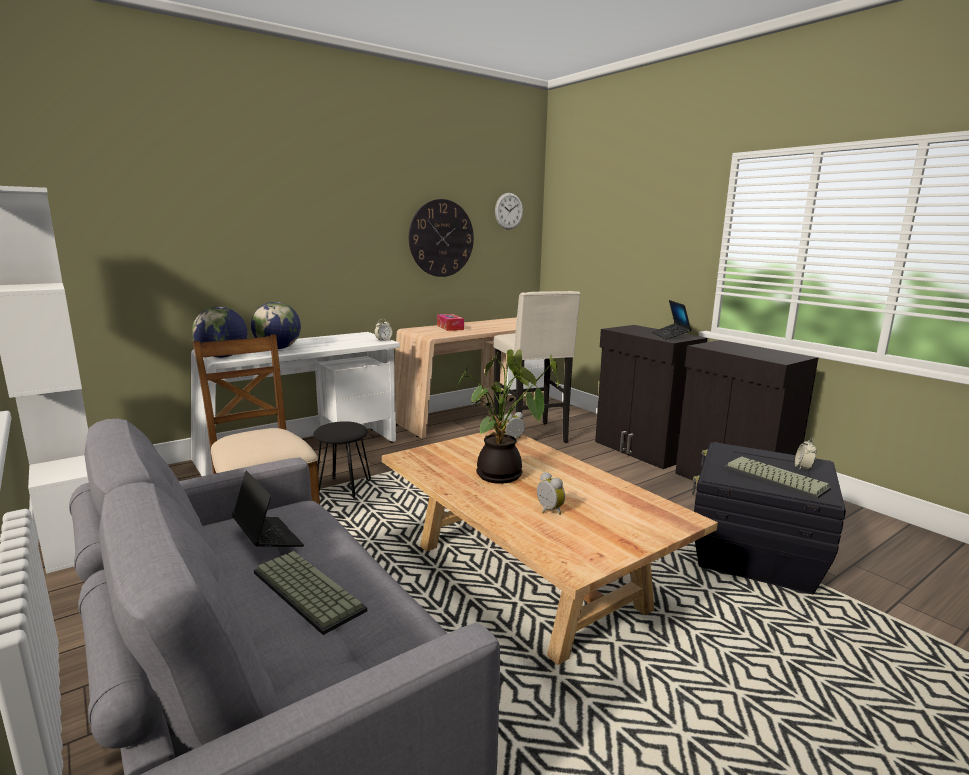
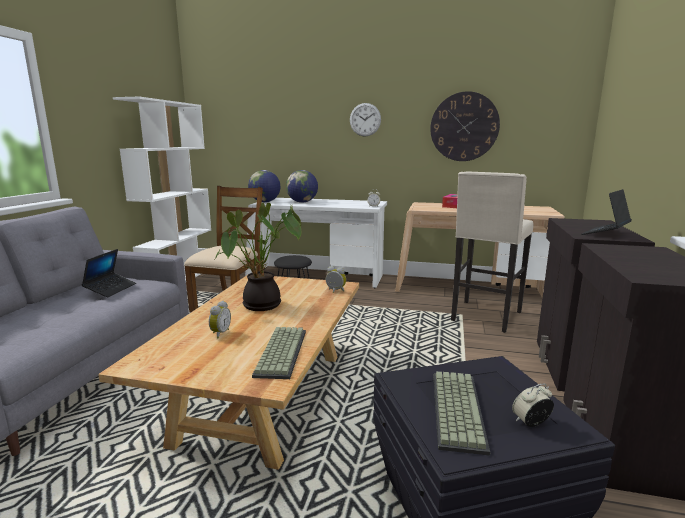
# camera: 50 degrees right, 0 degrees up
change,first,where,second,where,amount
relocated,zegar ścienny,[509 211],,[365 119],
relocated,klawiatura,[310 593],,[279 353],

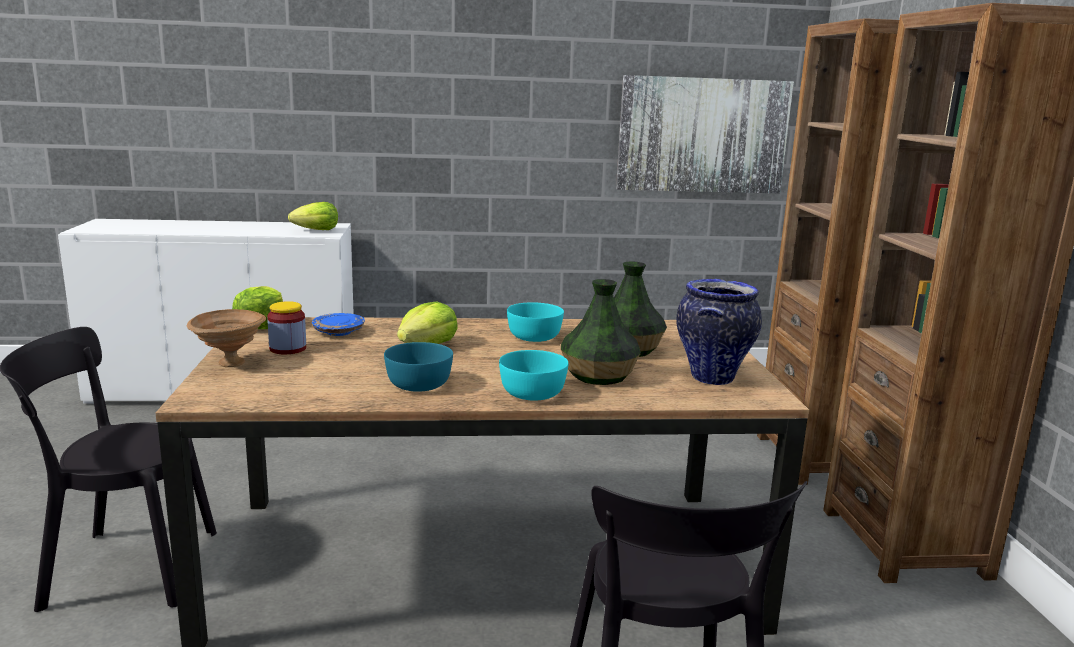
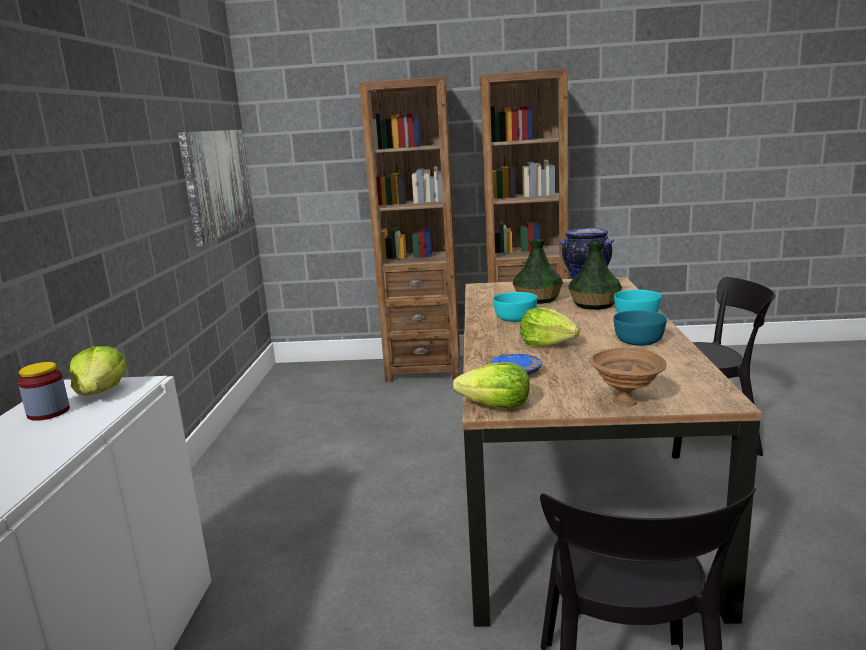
# camera: 80 degrees left, 0 degrees up
change,first,where,second,where,amount
relocated,słoik,[286 327],,[44 391],

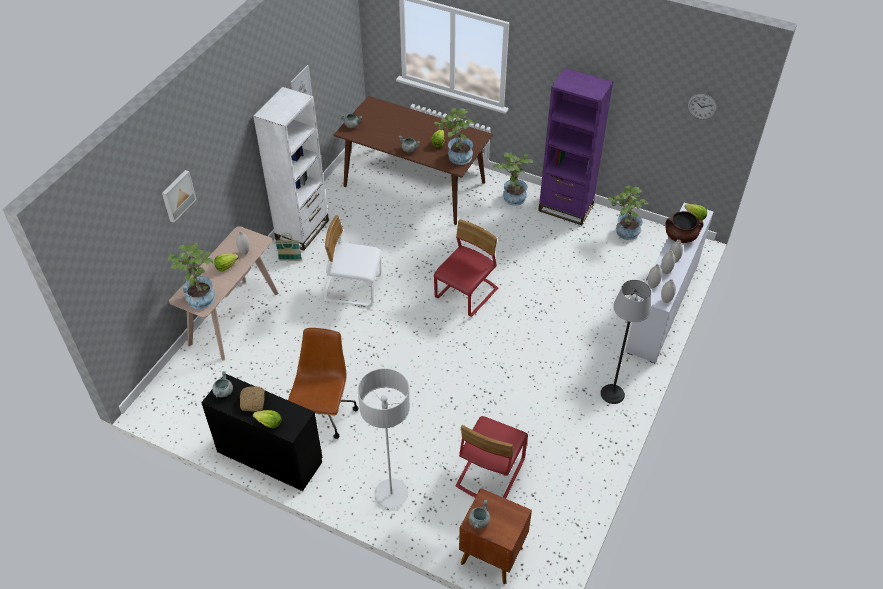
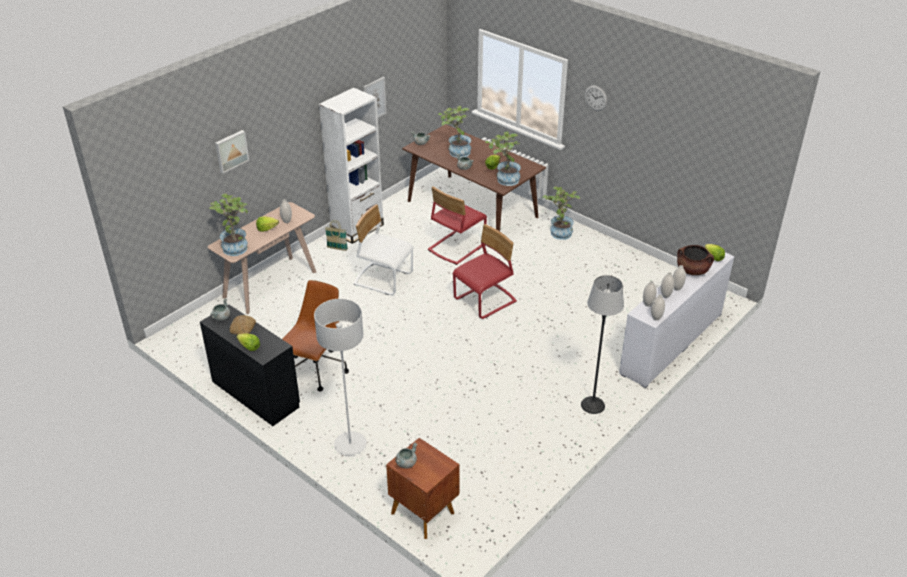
# camera: 15 degrees right, 10 degrees down
change,first,where,second,where,amount
missing,regał/fioletowy,[575 146],,,
relocated,zegar ścienny,[702 107],,[596 98],
relocated,roślina doniczkowa,[628 212],,[454 132],
relocated,krzesło/czerwony,[492 457],,[457 225],

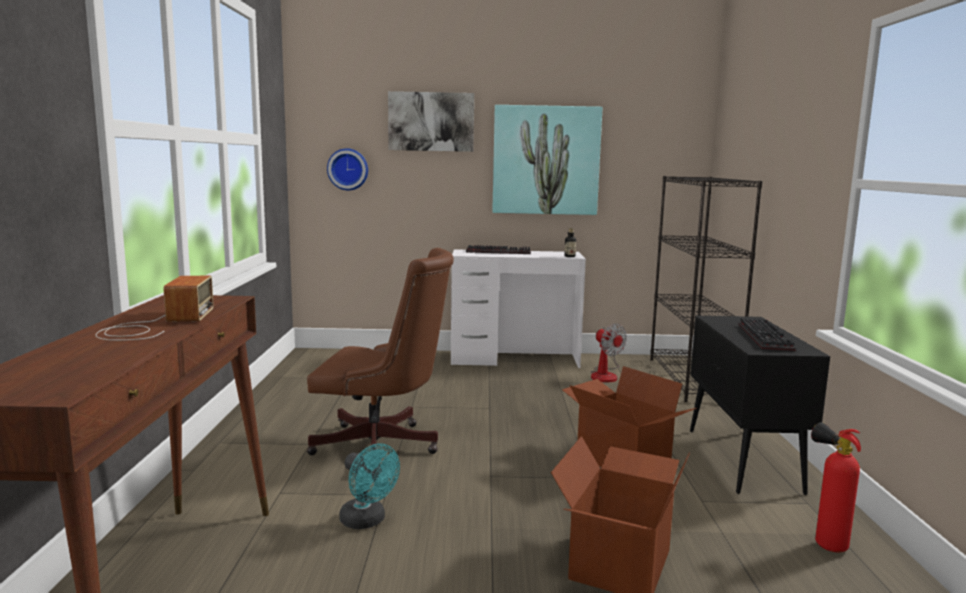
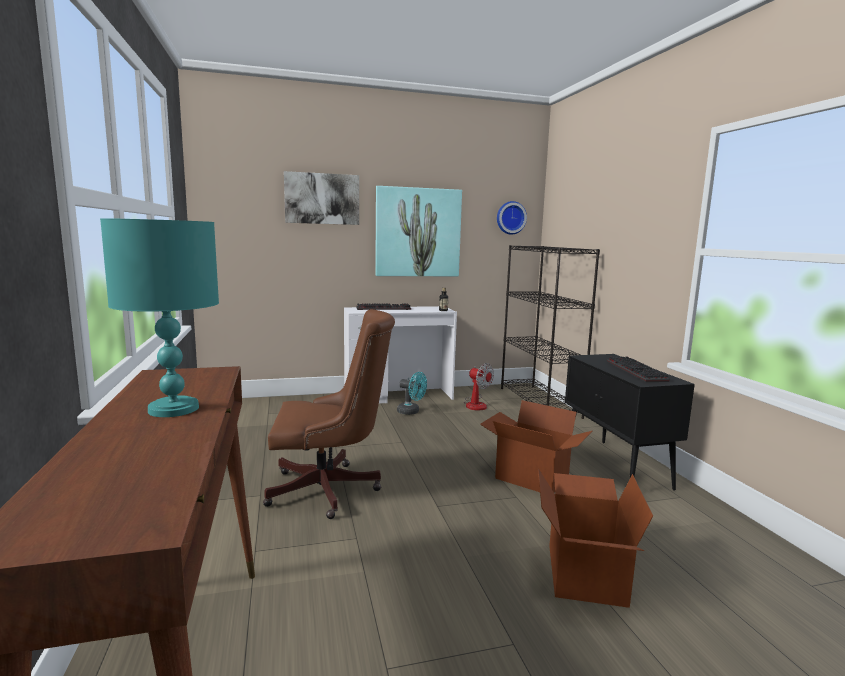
# camera: 15 degrees left, 0 degrees up
change,first,where,second,where,amount
relocated,zegar ścienny,[347 169],,[512 218],
exchanged,radio,[154 308],lampa stołowa/turkusowy,[159 317],
missing,gaśnica,[836 487],,,
relocated,wentylator/turkusowy,[369 486],,[412 393],

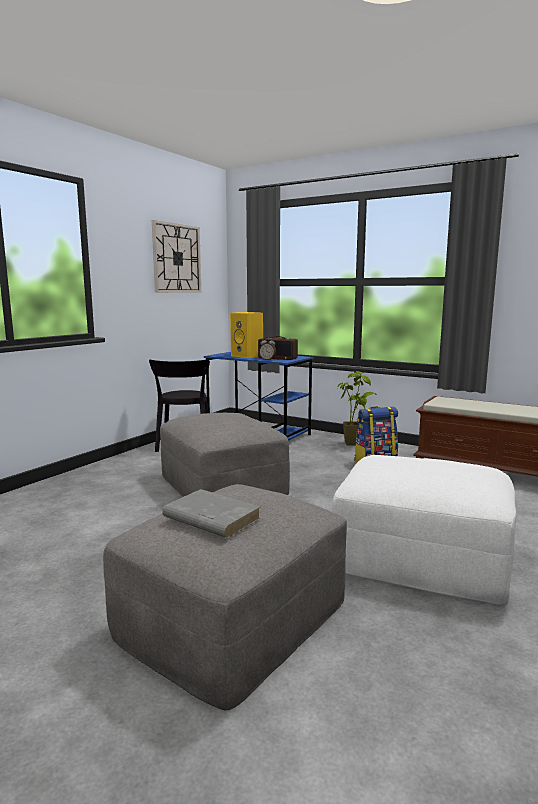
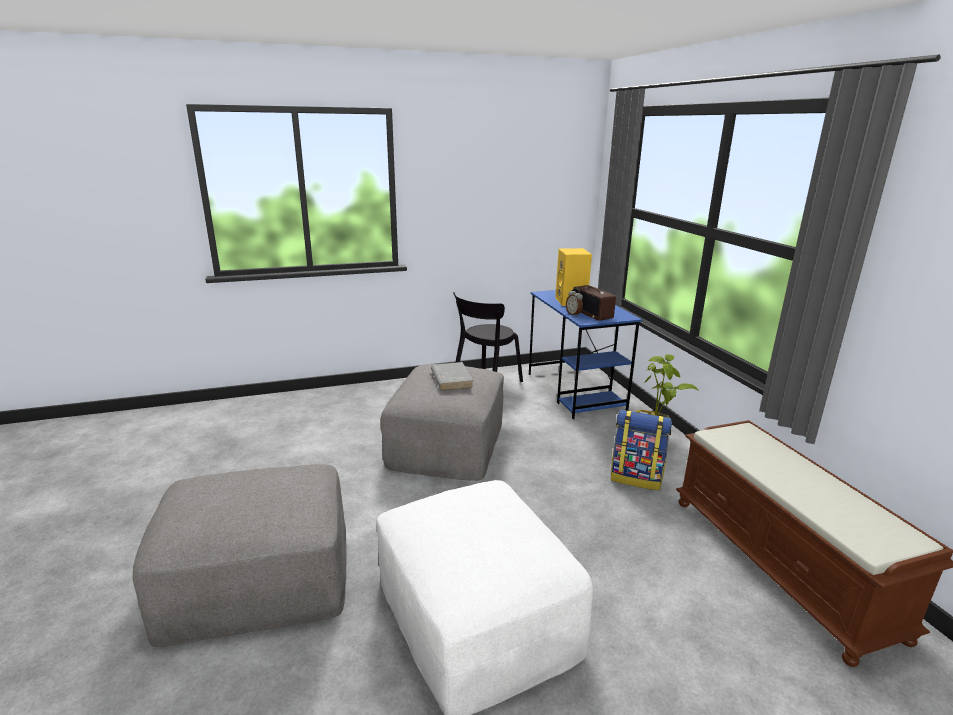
# camera: 40 degrees right, 10 degrees up
change,first,where,second,where,amount
missing,zegar ścienny,[176 256],,,
relocated,książka/szary,[211 513],,[452 376],

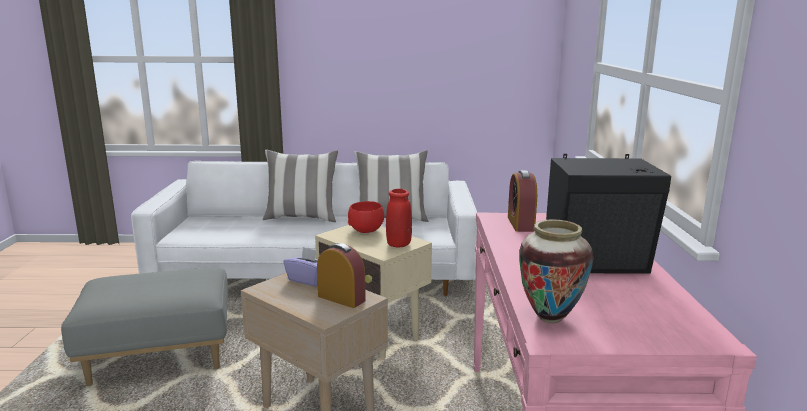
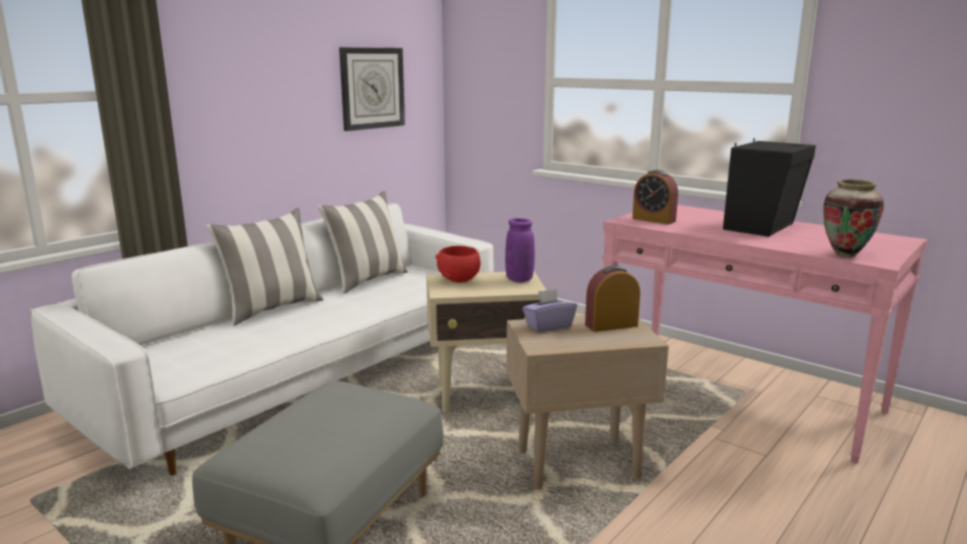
# camera: 50 degrees left, 0 degrees up
change,first,where,second,where,amount
colour,wazon/czerwony,[399 218],wazon/fioletowy,[520 250],
appeared,,,zegar ścienny,[372 89],

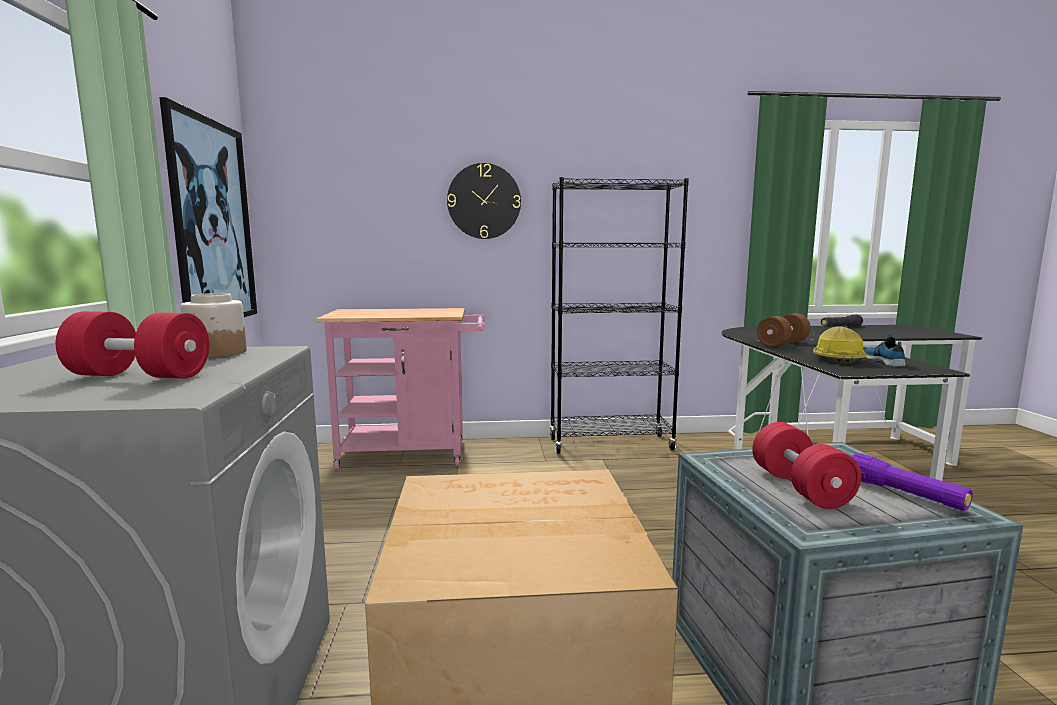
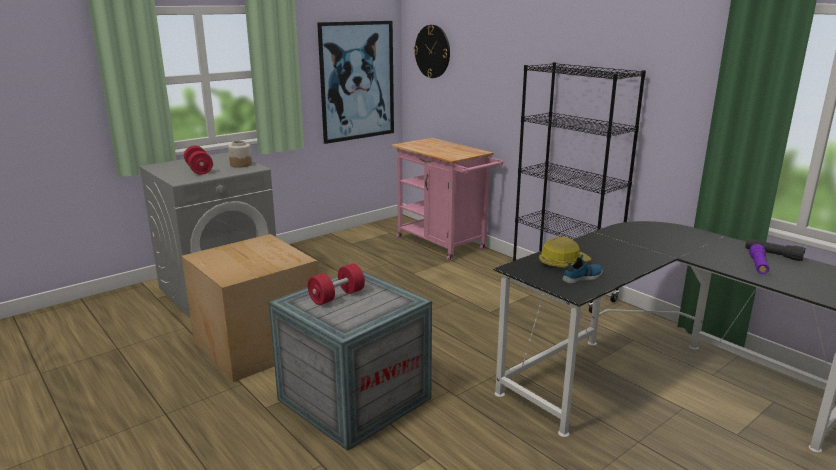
# camera: 55 degrees right, 10 degrees up
change,first,where,second,where,amount
relocated,zegar ścienny,[484 201],,[432 51],
missing,hantel/brązowy,[784 330],,,
relocated,latarka/fioletowy,[912 481],,[759 259],

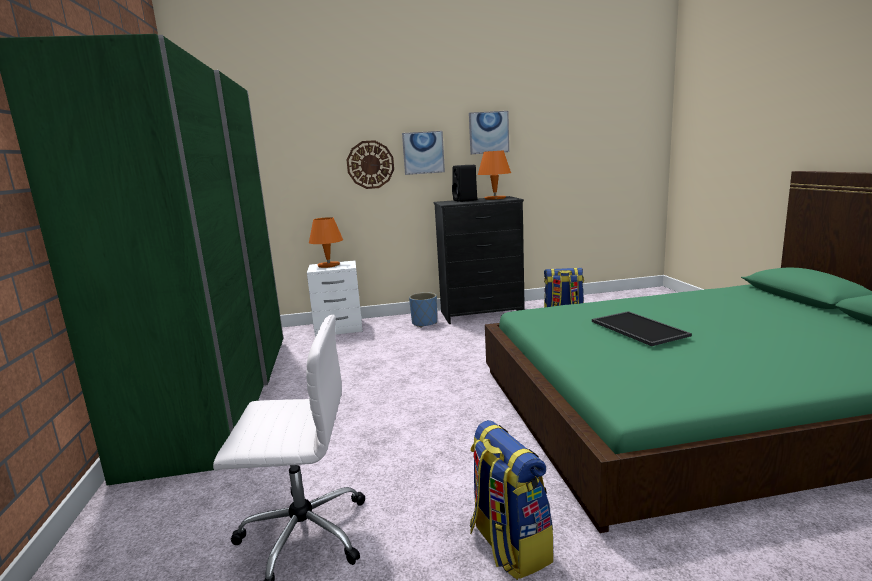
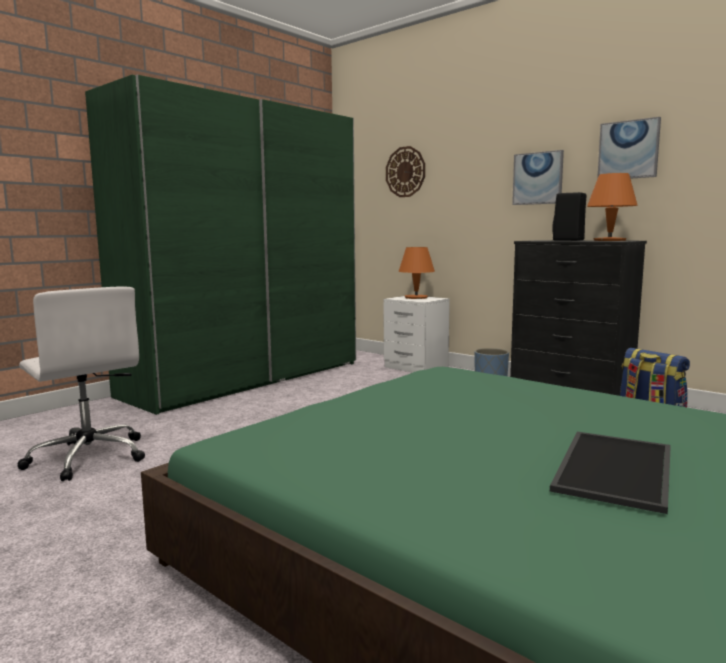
# camera: 50 degrees right, 5 degrees down
change,first,where,second,where,amount
relocated,zegar ścienny,[370 164],,[405 171],
relocated,taca,[642 328],,[610 473],
missing,plecak,[511 500],,,

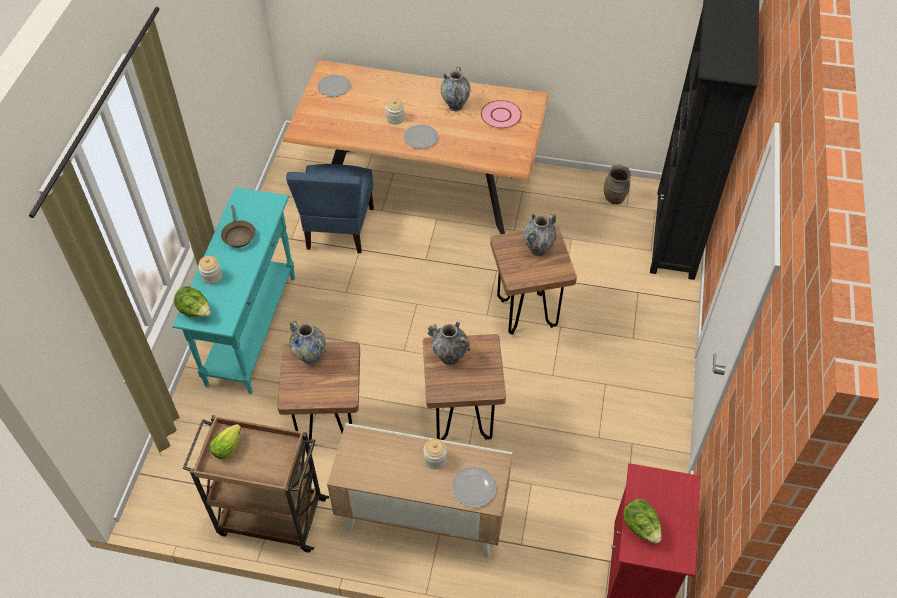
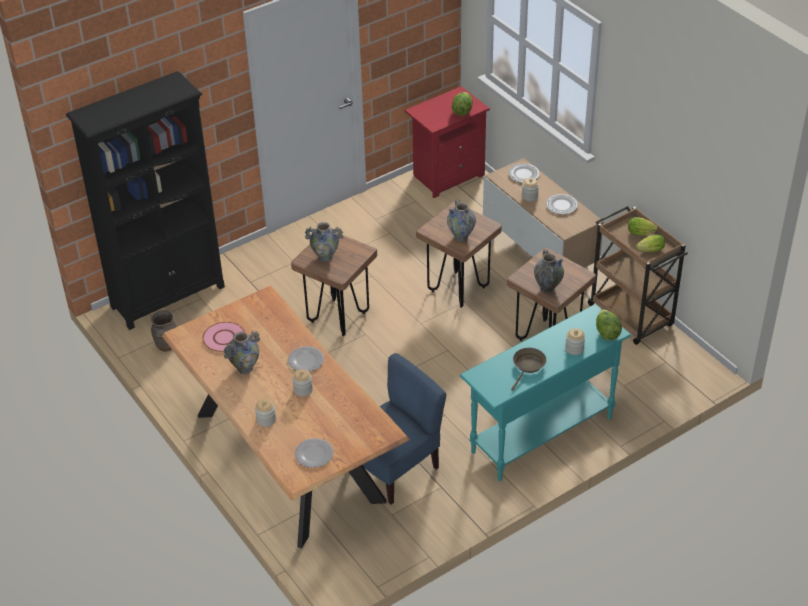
# camera: 135 degrees left, 10 degrees down
change,first,where,second,where,amount
appeared,,,talerz,[562 204],
appeared,,,sałata,[643 226],
appeared,,,słoik,[265 413],

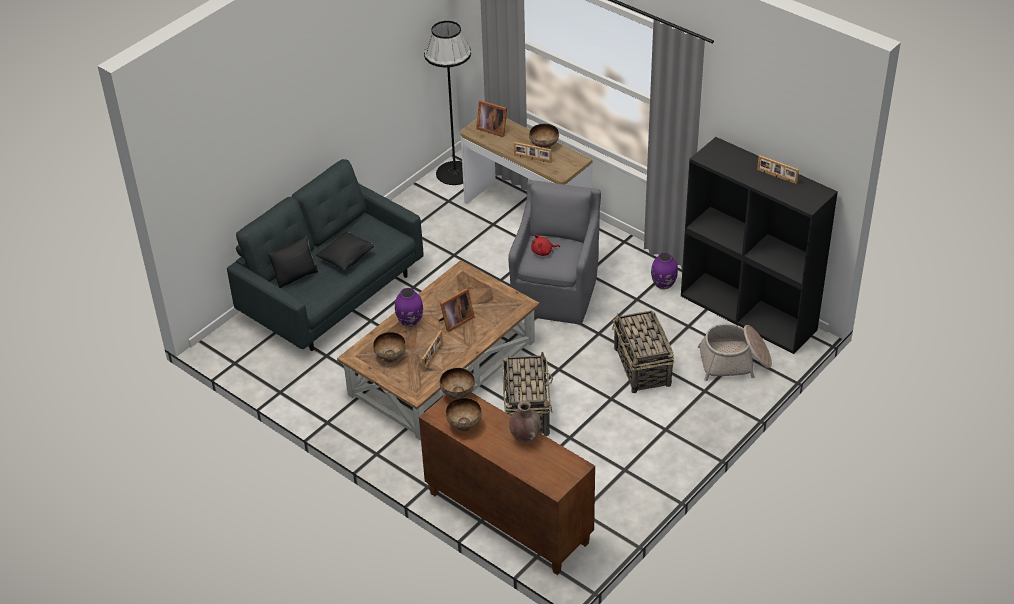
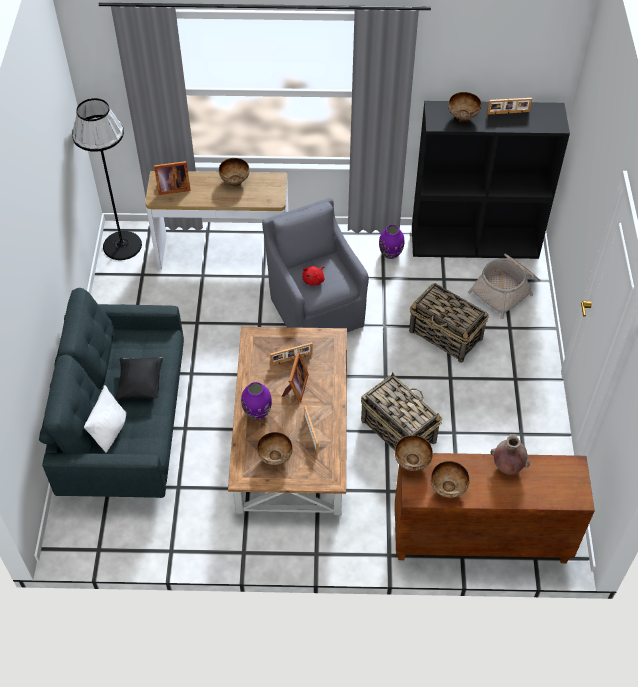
# camera: 40 degrees left, 10 degrees up
change,first,where,second,where,amount
relocated,ramka na zdjęcie,[533 152],,[291 353],
colour,poduszka/czarny,[293 261],poduszka/biały,[105 419],
appeared,,,miska,[464 107],

